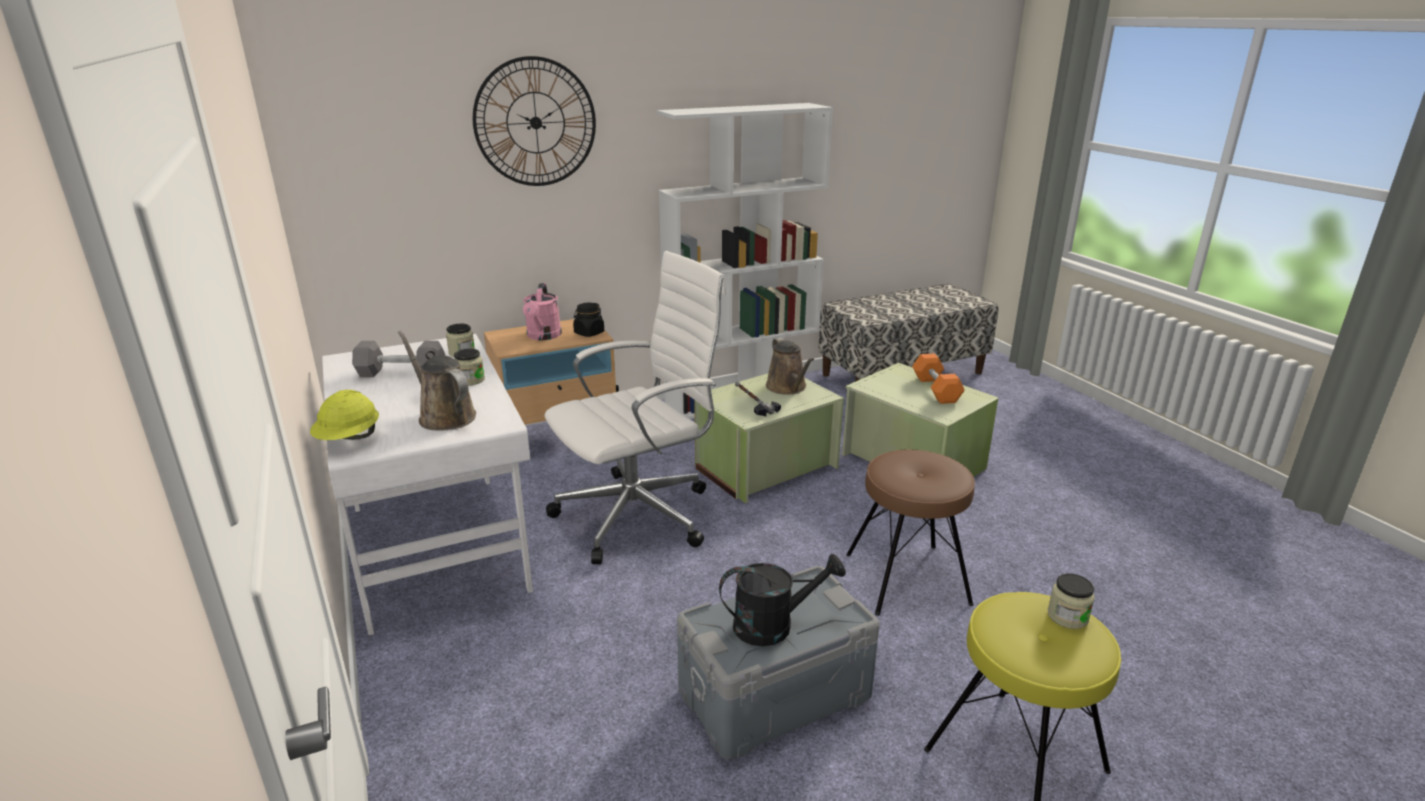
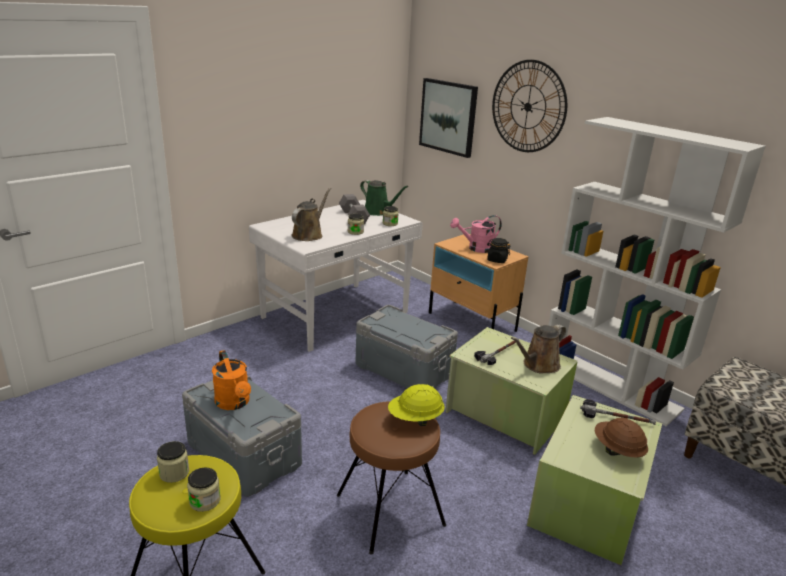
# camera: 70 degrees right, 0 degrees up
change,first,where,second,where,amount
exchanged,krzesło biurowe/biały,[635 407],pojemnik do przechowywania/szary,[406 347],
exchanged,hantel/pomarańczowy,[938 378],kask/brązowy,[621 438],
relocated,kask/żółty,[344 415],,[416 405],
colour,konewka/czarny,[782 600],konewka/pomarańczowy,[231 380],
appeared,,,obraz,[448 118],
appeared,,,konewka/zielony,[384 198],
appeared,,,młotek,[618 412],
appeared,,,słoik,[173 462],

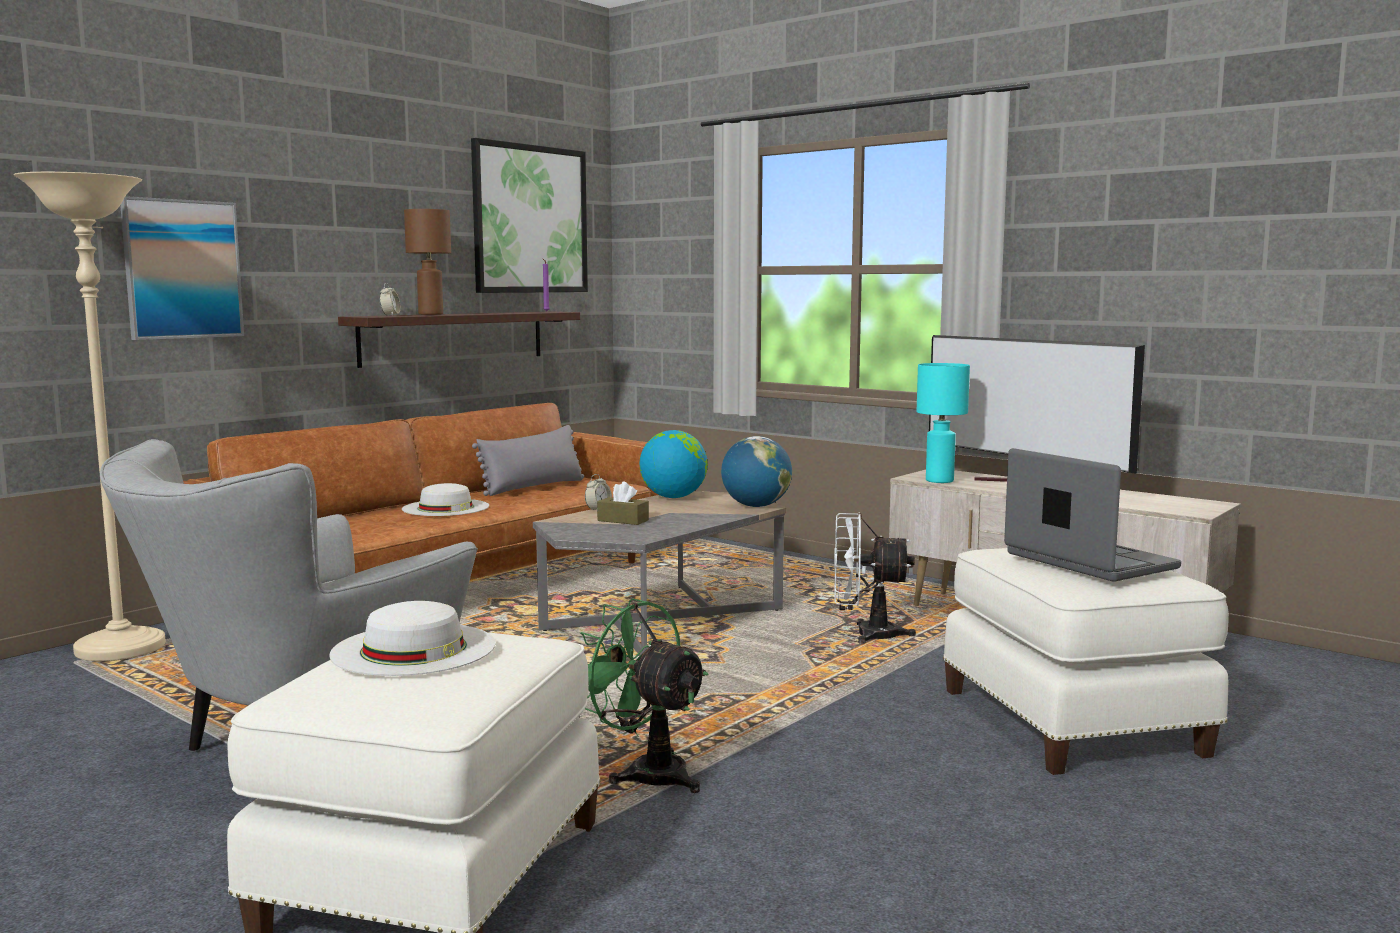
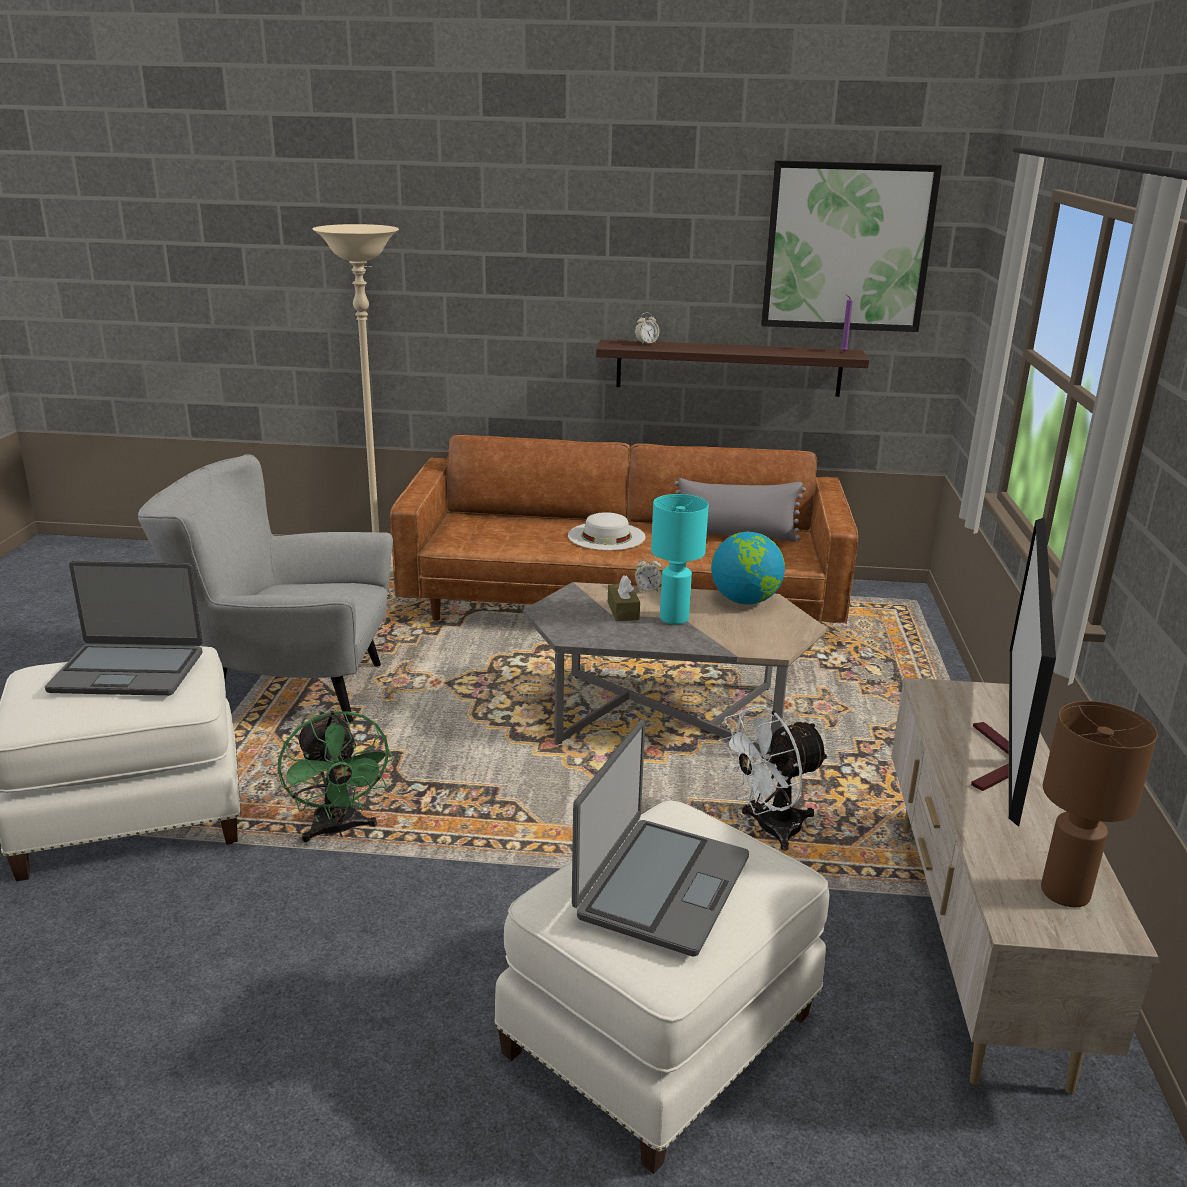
# camera: 55 degrees right, 15 degrees up
change,first,where,second,where,amount
missing,obraz,[182 268],,,
relocated,lampa stołowa/brązowy,[427 262],,[1099 804],
relocated,lampa stołowa/turkusowy,[943 423],,[680 559],
missing,globus,[756 471],,,
spun,wentylator/biały,[875 578],,[773 778],90 degrees counterclockwise
spun,wentylator/zielony,[644 695],,[335 776],150 degrees clockwise
exchanged,kapelusz/biały,[412 638],laptop,[124 628],

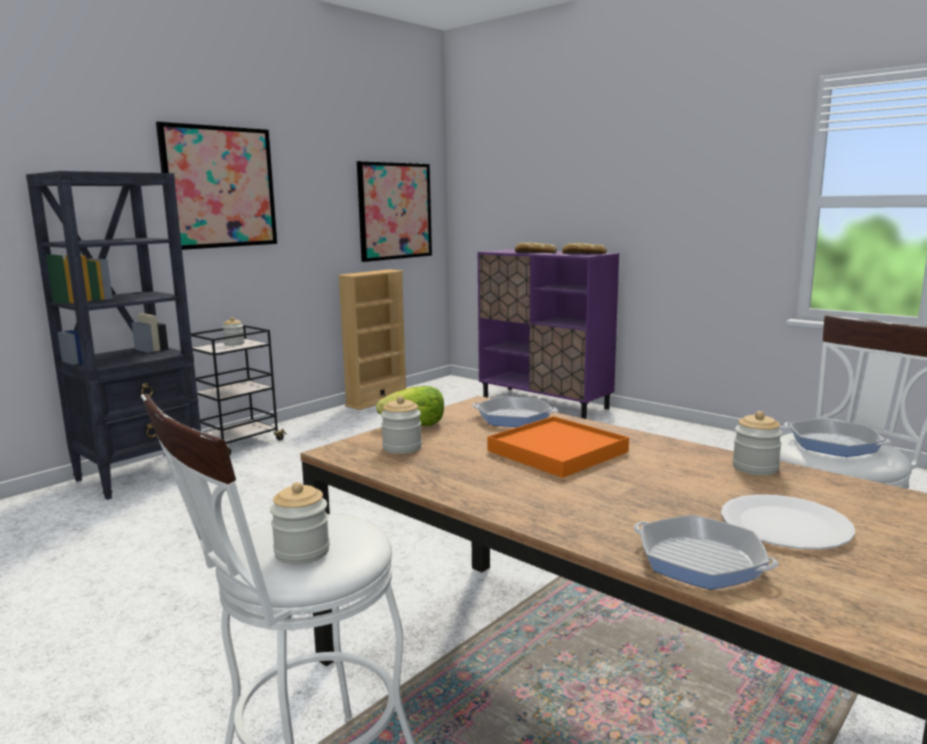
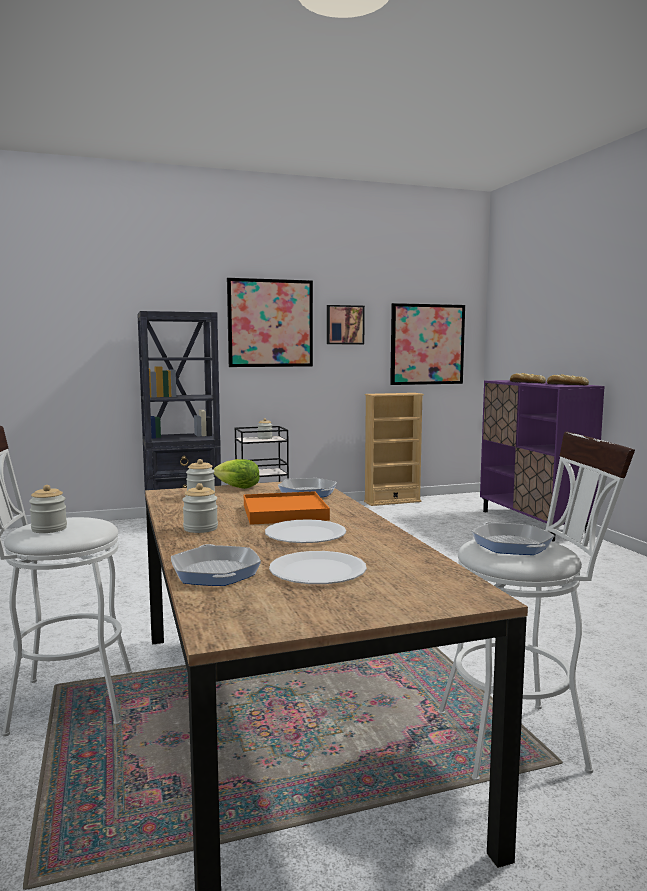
# camera: 30 degrees right, 5 degrees down
change,first,where,second,where,amount
relocated,słoik,[757 443],,[200 508],
appeared,,,obraz,[346 324],
appeared,,,talerz/biały,[305 531],

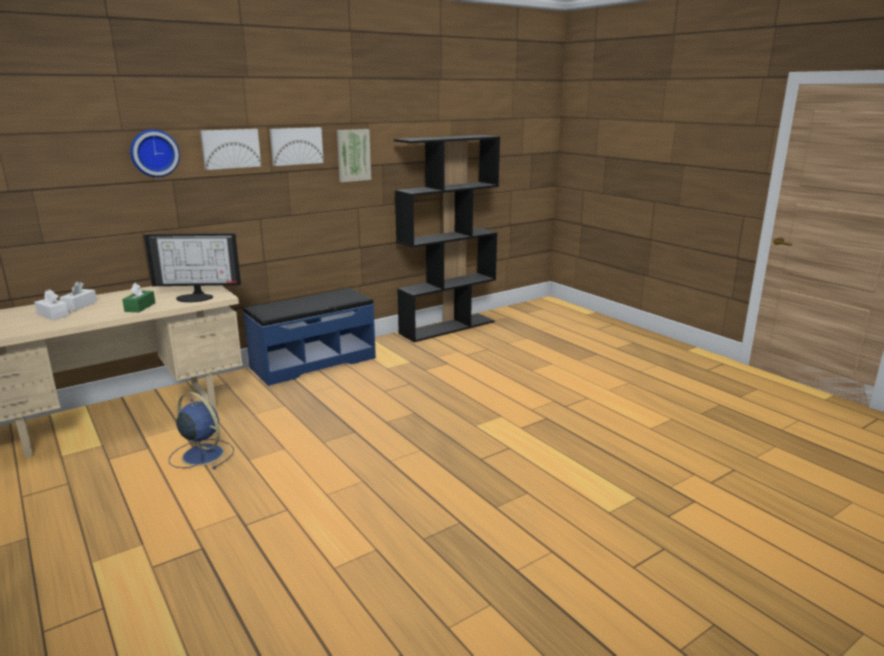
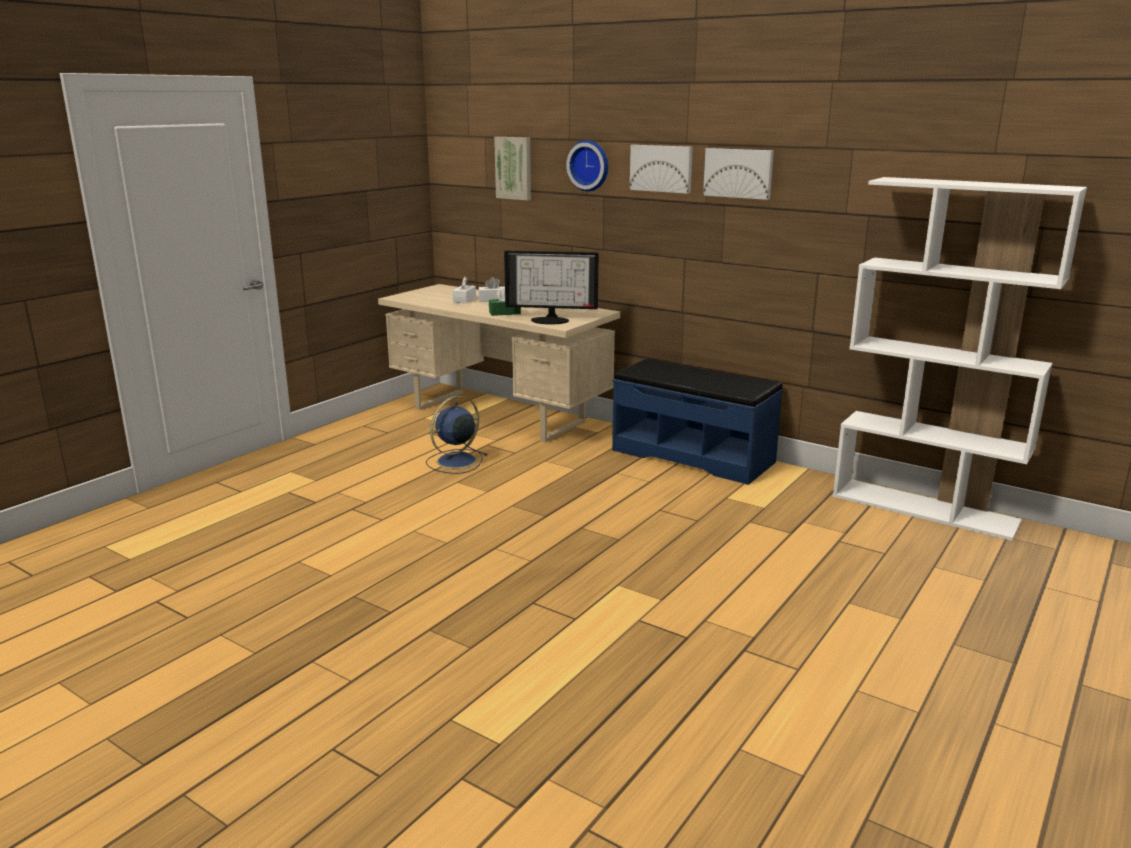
# camera: 70 degrees right, 0 degrees up
change,first,where,second,where,amount
relocated,obraz,[354 155],,[512 169],
colour,regał/czarny,[447 238],regał/biały,[960 359],
spun,monitor,[192 268],,[551 288],60 degrees counterclockwise
spun,wentylator/niebieski,[201 430],,[457 435],150 degrees counterclockwise

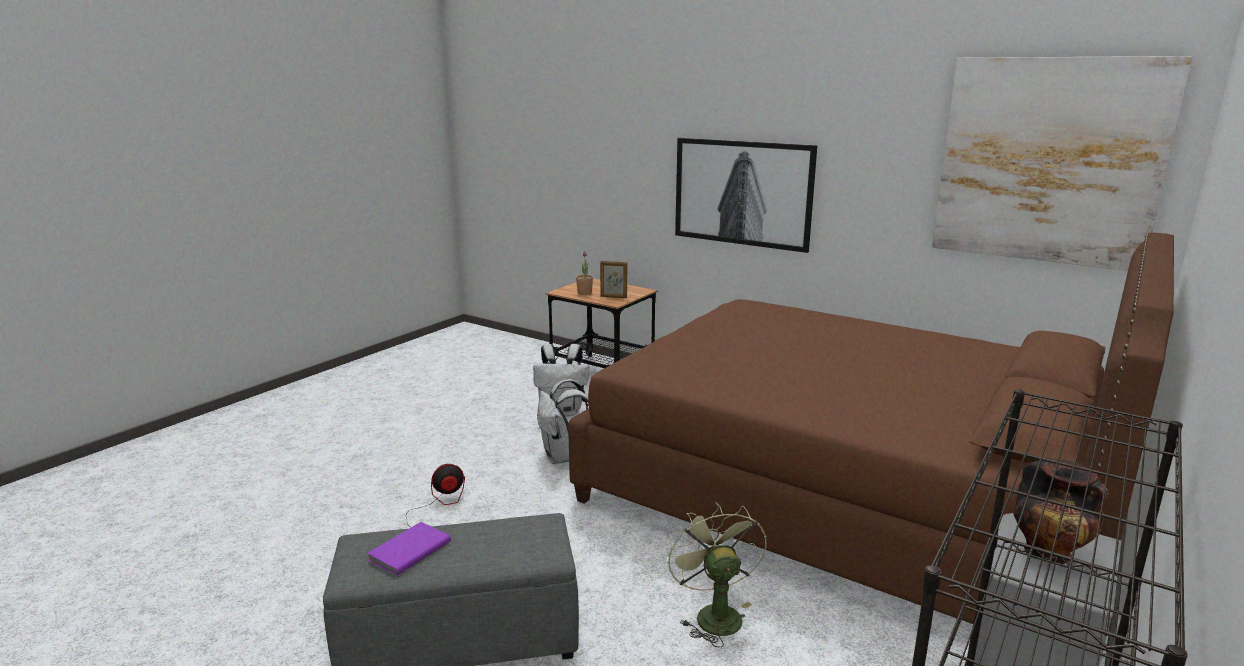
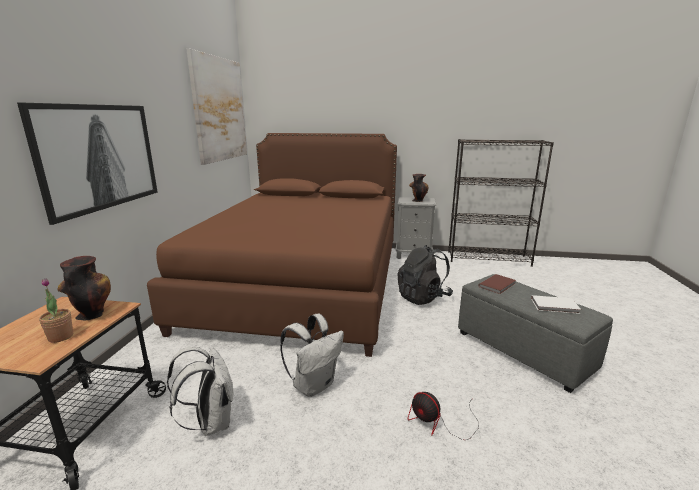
# camera: 115 degrees left, 0 degrees up
change,first,where,second,where,amount
exchanged,ramka na zdjęcie,[613 279],wazon,[84 288],
exchanged,wentylator/zielony,[716 575],plecak/czarny,[425 275],
colour,książka/fioletowy,[409 549],książka/biały,[556 304],
appeared,,,książka/brązowy,[497 284],

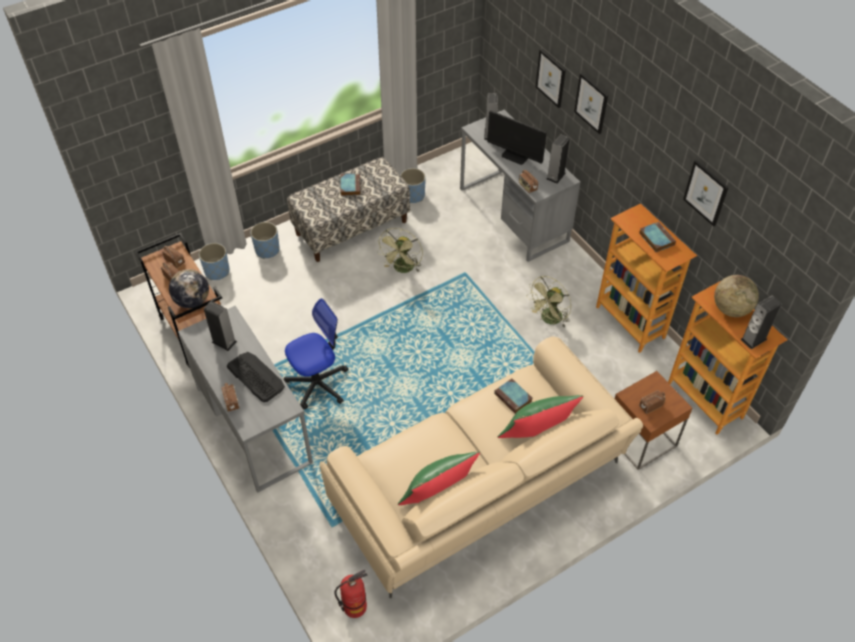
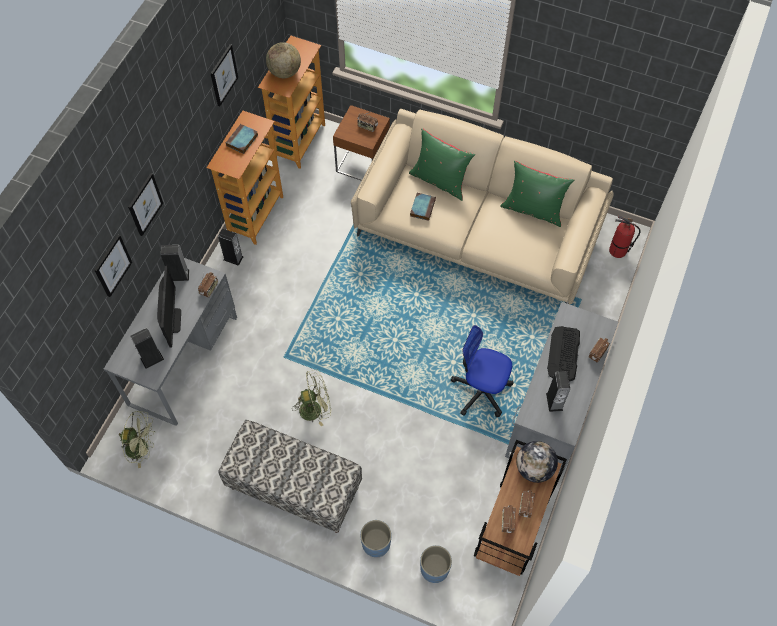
# camera: 125 degrees left, 10 degrees up
change,first,where,second,where,amount
missing,donica/niebieski,[413 185],,,
missing,książka,[350 184],,,
relocated,wentylator/zielony,[549 302],,[137 439],
relocated,głośnik,[760 322],,[231 247],

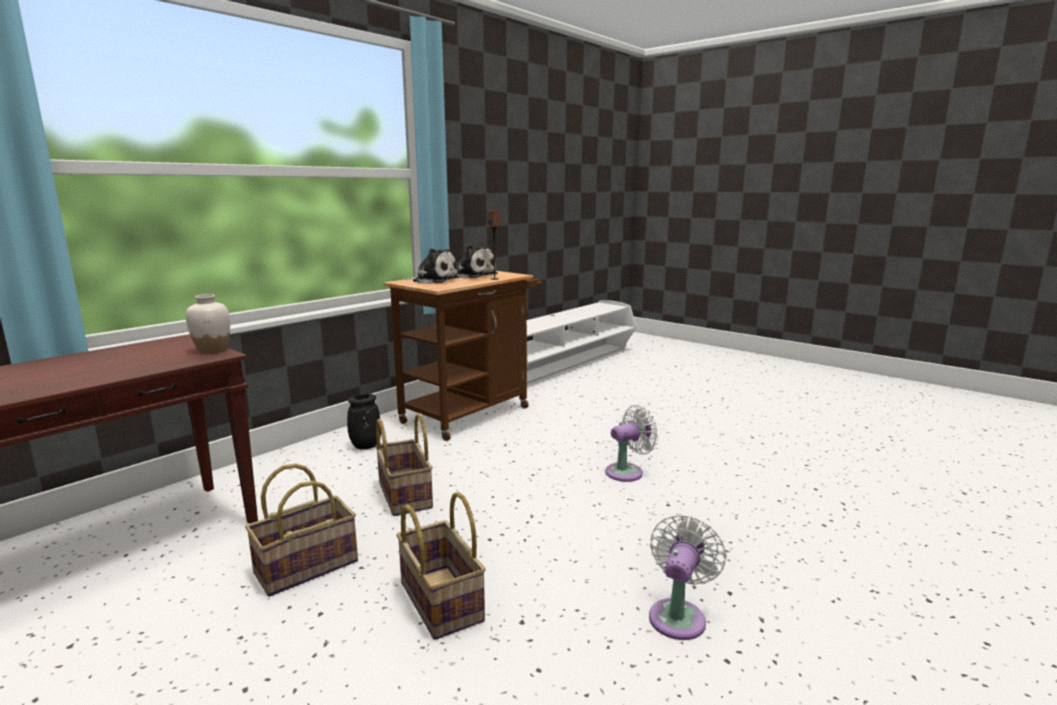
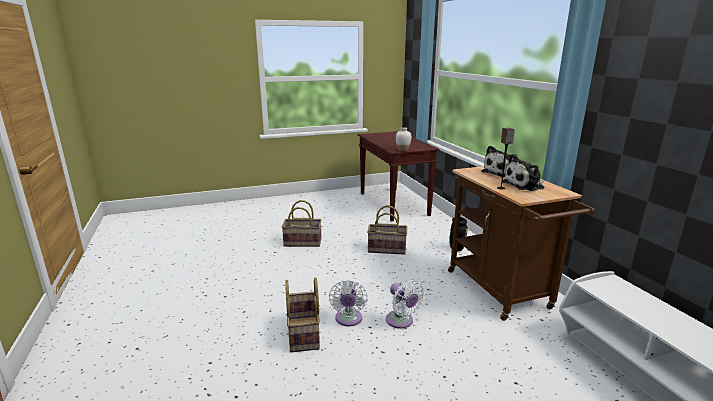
# camera: 120 degrees right, 5 degrees up
change,first,where,second,where,amount
relocated,koszyk,[301 530],,[302 314],
relocated,wentylator/biały,[688 577],,[405 304],

